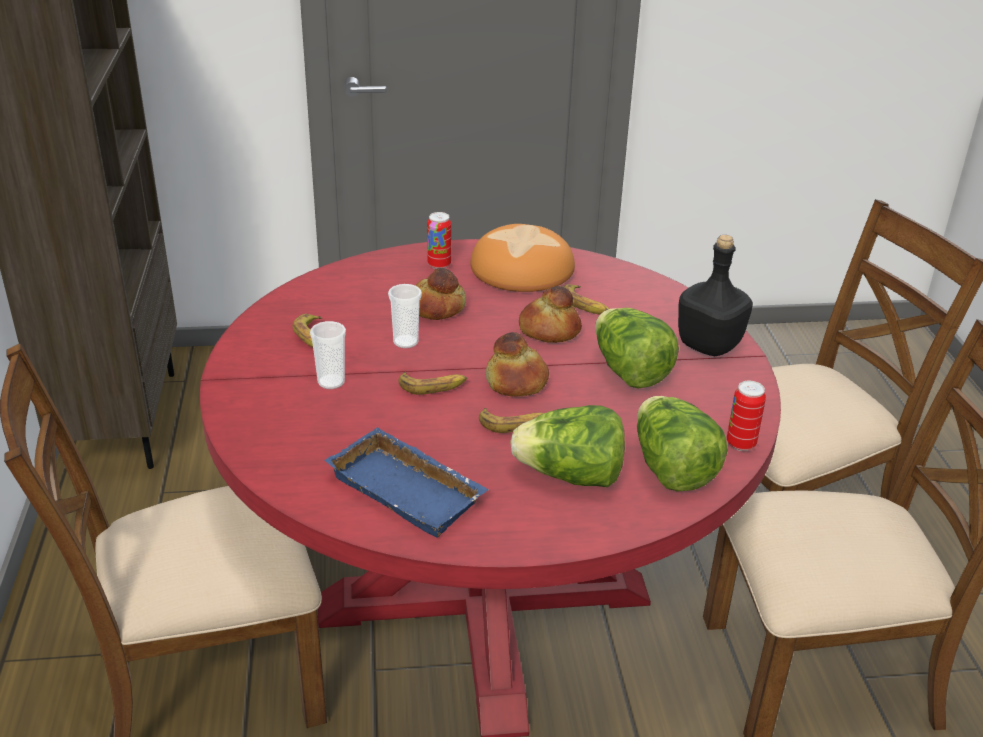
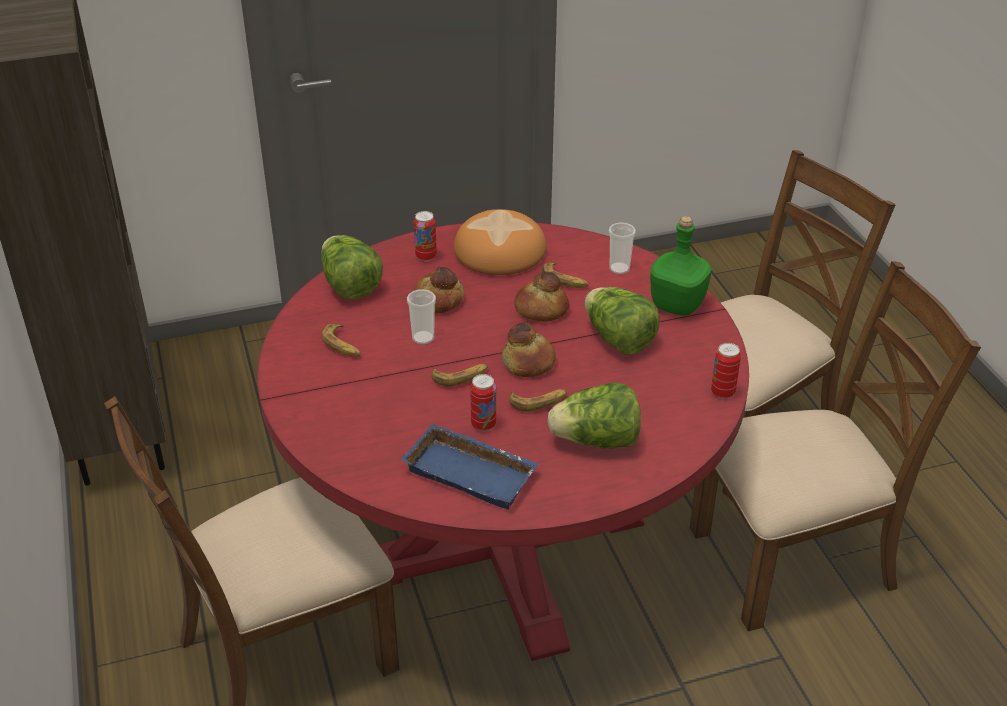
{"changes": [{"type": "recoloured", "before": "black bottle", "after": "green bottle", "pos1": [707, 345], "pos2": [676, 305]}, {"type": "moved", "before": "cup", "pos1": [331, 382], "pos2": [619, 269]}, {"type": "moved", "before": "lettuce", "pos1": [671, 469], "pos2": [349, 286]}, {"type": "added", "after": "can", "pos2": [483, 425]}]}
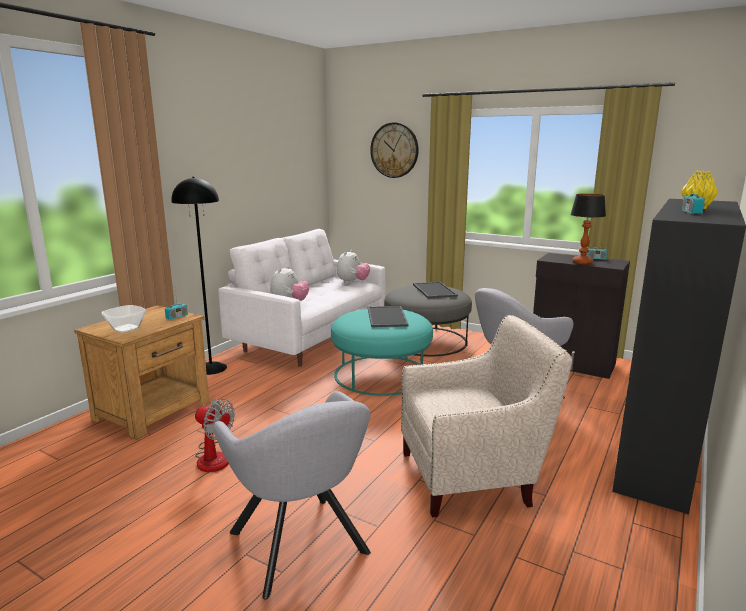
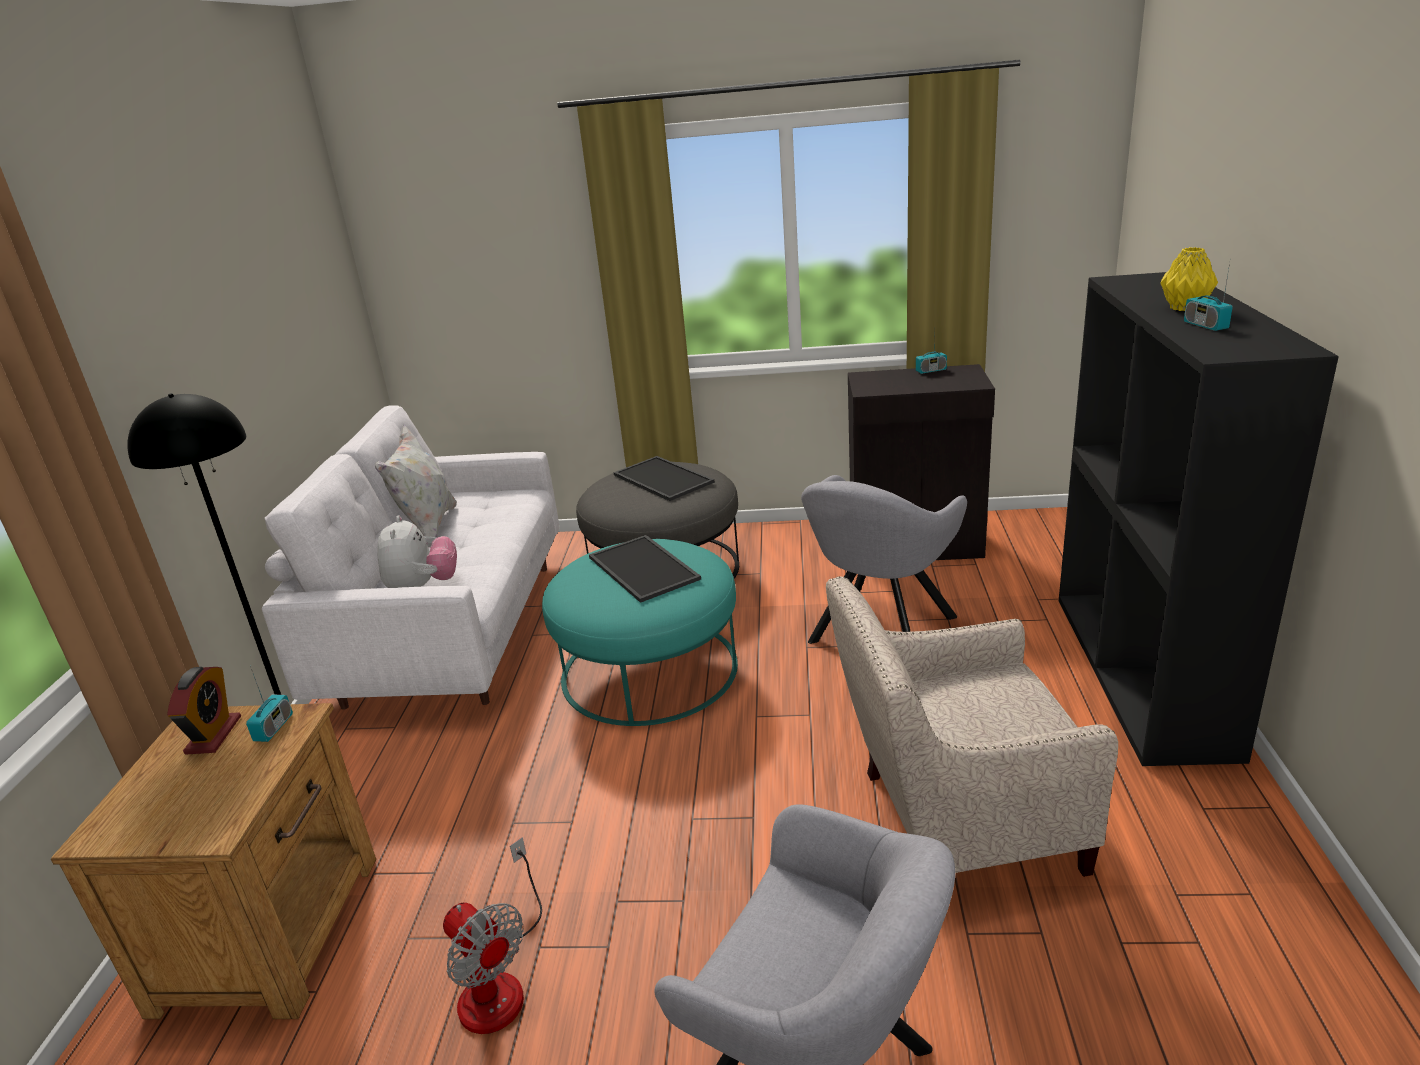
{"changes": [{"type": "removed", "before": "wall clock", "pos1": [394, 150]}, {"type": "removed", "before": "table lamp", "pos1": [582, 262]}, {"type": "removed", "before": "plush toy", "pos1": [352, 282]}, {"type": "removed", "before": "bowl", "pos1": [126, 328]}, {"type": "turned", "before": "beige armchair", "pos1": [473, 477], "pos2": [954, 823], "turn": -150}, {"type": "turned", "before": "fan", "pos1": [214, 456], "pos2": [499, 981], "turn": 45}, {"type": "added", "after": "white pillow", "pos2": [428, 528]}, {"type": "added", "after": "alarm clock", "pos2": [213, 735]}]}
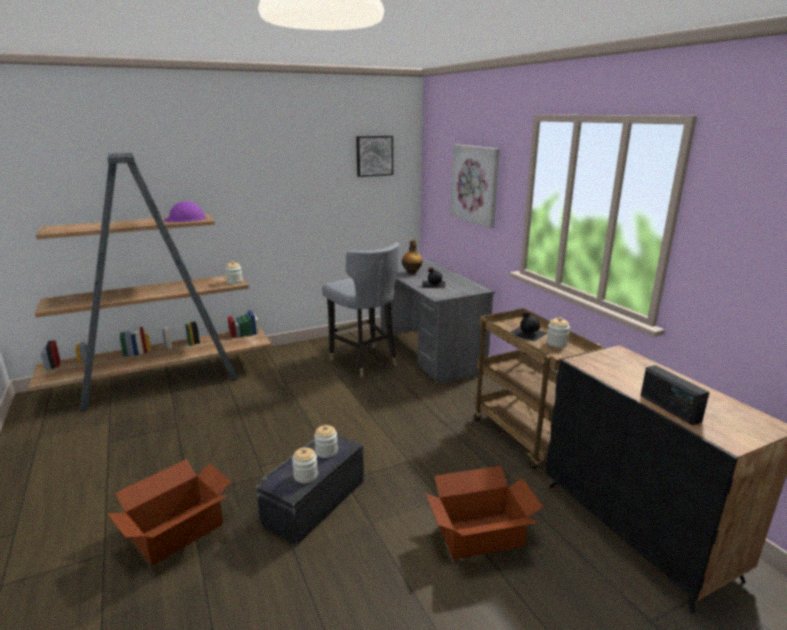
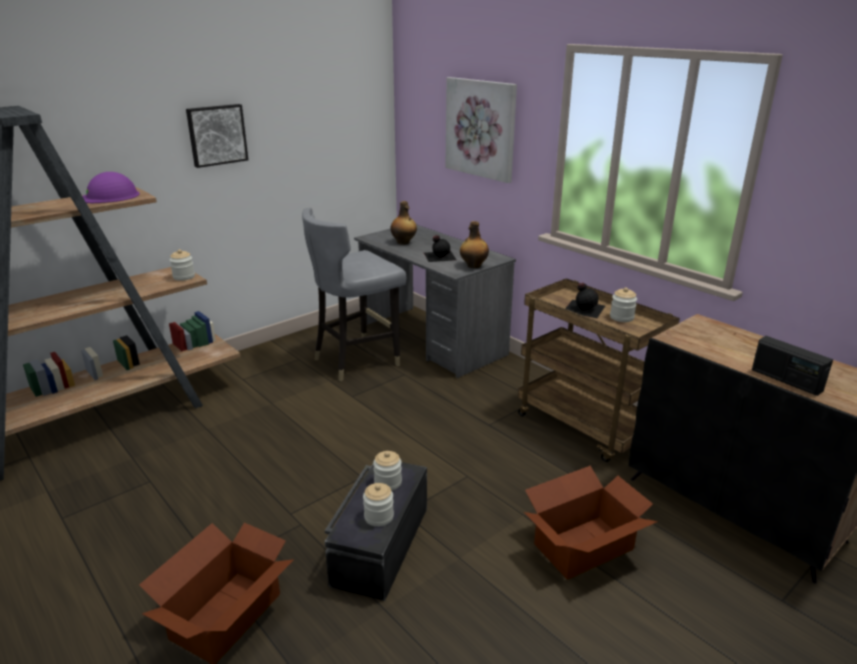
{"changes": [{"type": "moved", "before": "picture", "pos1": [374, 155], "pos2": [216, 135]}, {"type": "turned", "before": "grey chair", "pos1": [364, 361], "pos2": [356, 360], "turn": 105}, {"type": "added", "after": "bottle", "pos2": [473, 266]}]}
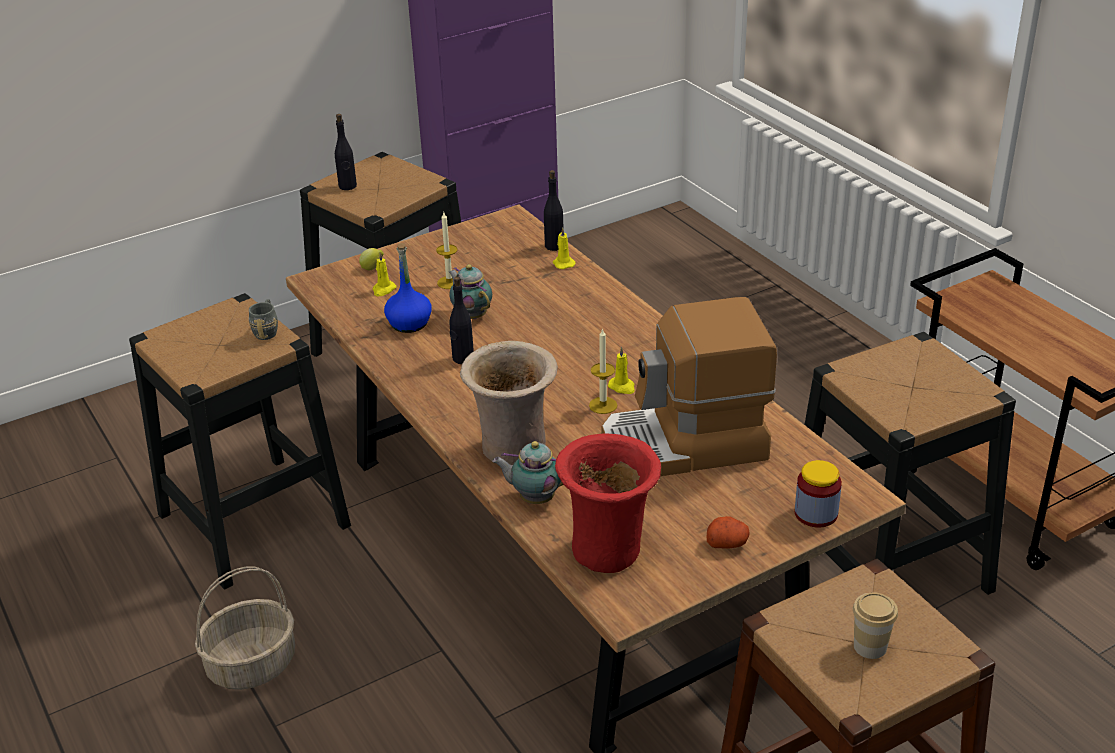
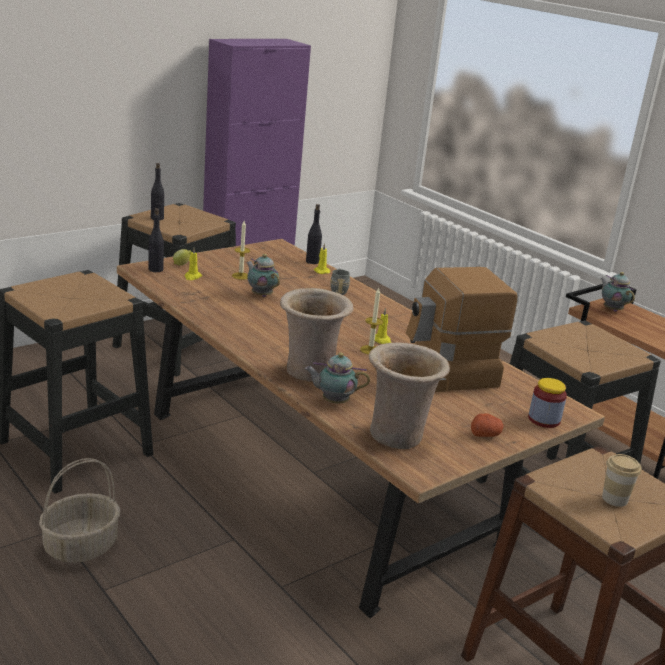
{"changes": [{"type": "removed", "before": "blue bottle", "pos1": [409, 323]}, {"type": "moved", "before": "black bottle", "pos1": [462, 358], "pos2": [155, 269]}, {"type": "moved", "before": "grey mug", "pos1": [267, 330], "pos2": [338, 290]}, {"type": "recoloured", "before": "red vase", "after": "beige vase", "pos1": [609, 550], "pos2": [398, 435]}, {"type": "added", "after": "teapot", "pos2": [611, 309]}]}
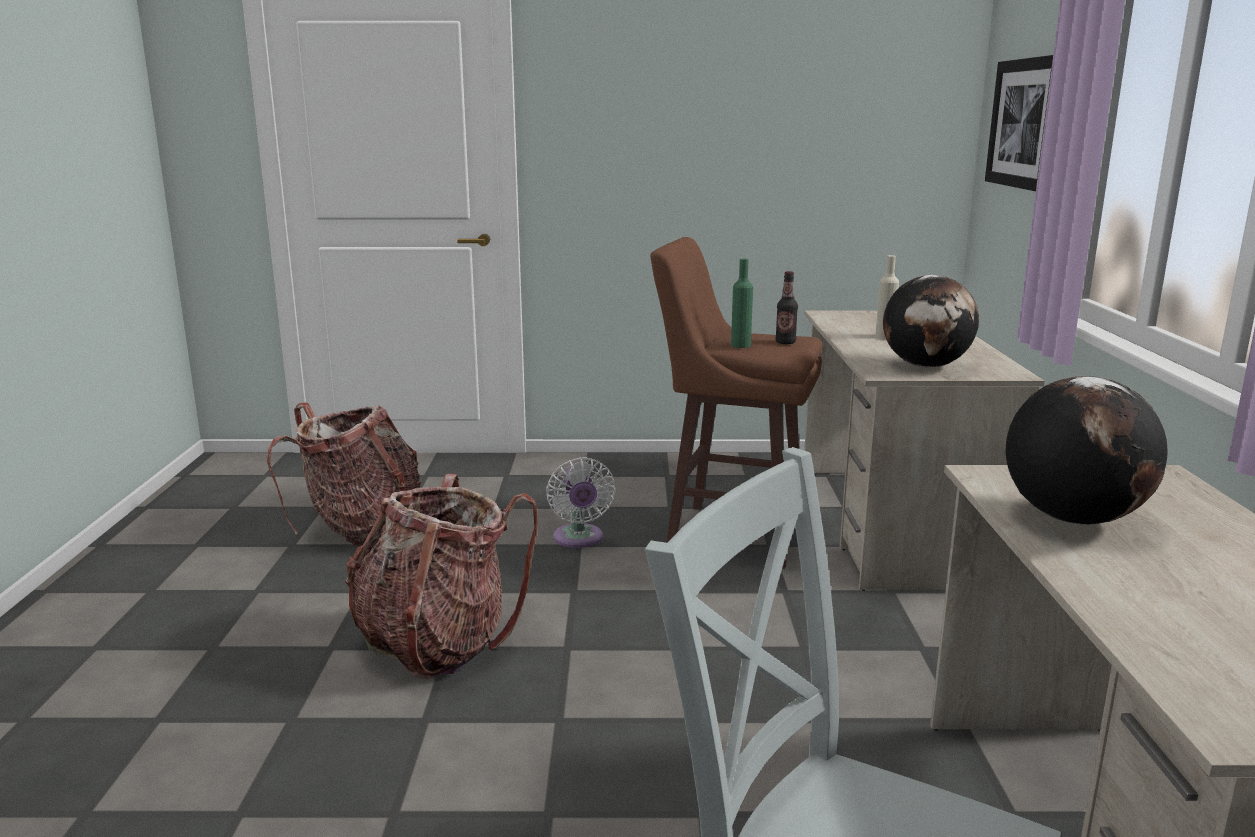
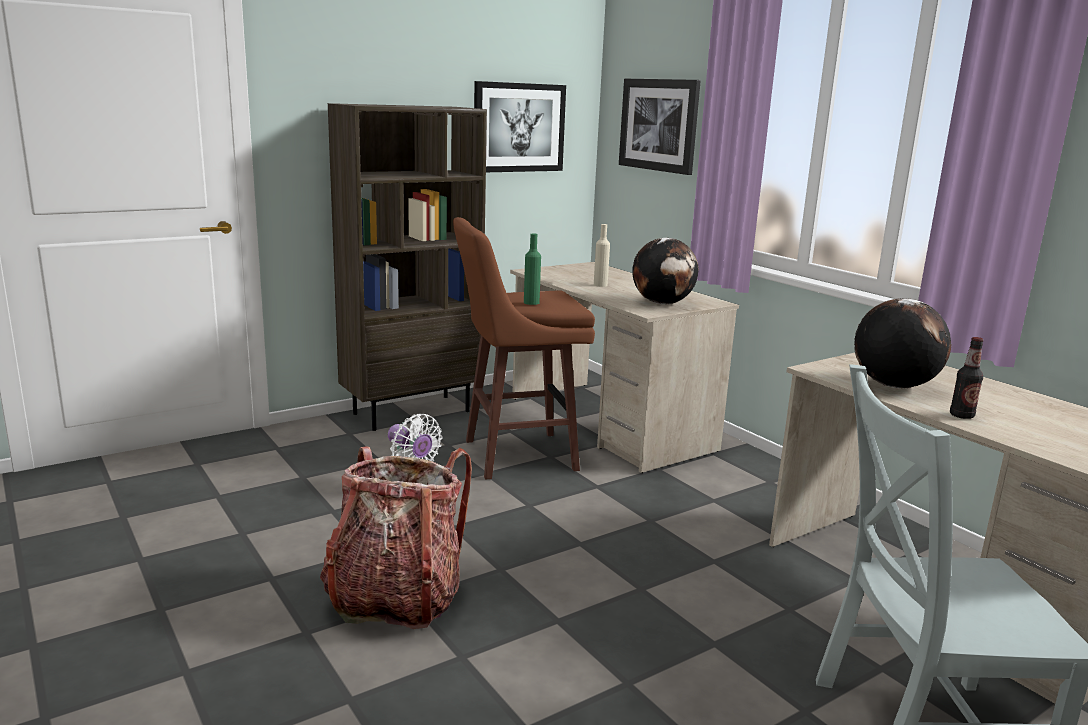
{"changes": [{"type": "moved", "before": "bottle", "pos1": [785, 342], "pos2": [961, 415]}, {"type": "removed", "before": "backpack", "pos1": [361, 529]}, {"type": "added", "after": "picture", "pos2": [519, 127]}, {"type": "added", "after": "brown bookcase", "pos2": [412, 412]}]}
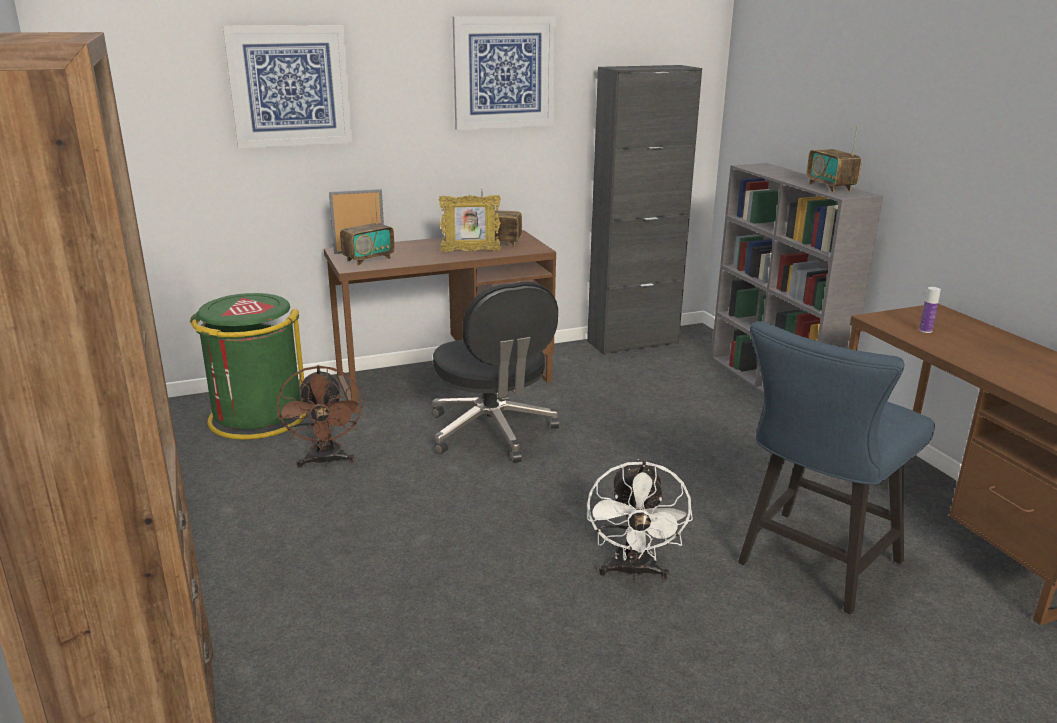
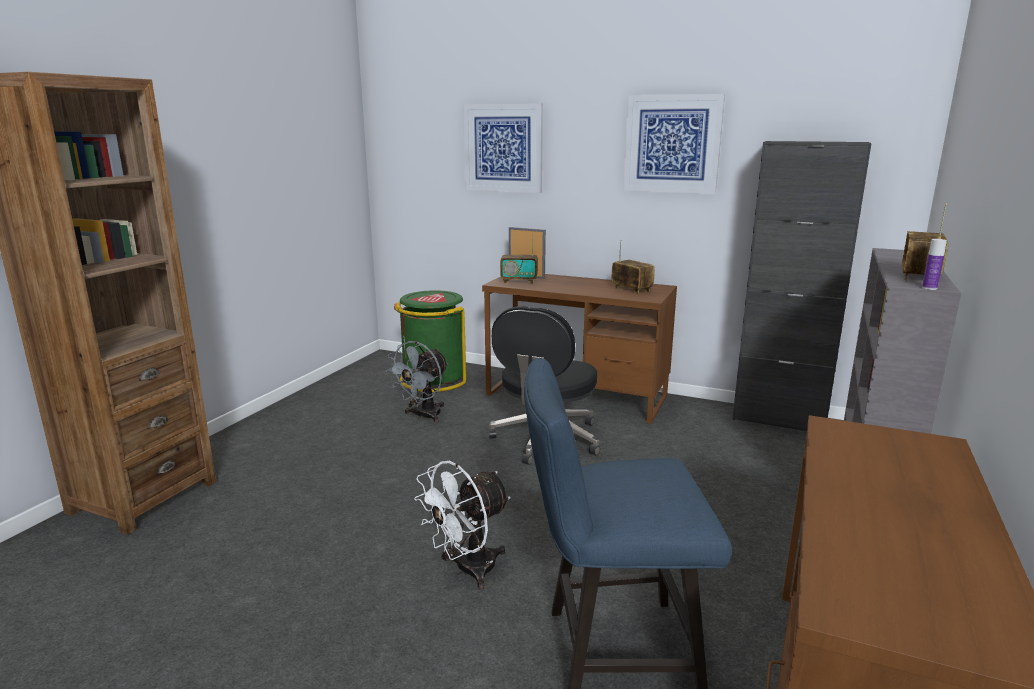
{"changes": [{"type": "removed", "before": "picture frame", "pos1": [470, 251]}, {"type": "moved", "before": "bottle", "pos1": [925, 330], "pos2": [929, 288]}, {"type": "recoloured", "before": "brown fan", "after": "grey fan", "pos1": [326, 461], "pos2": [423, 416]}]}
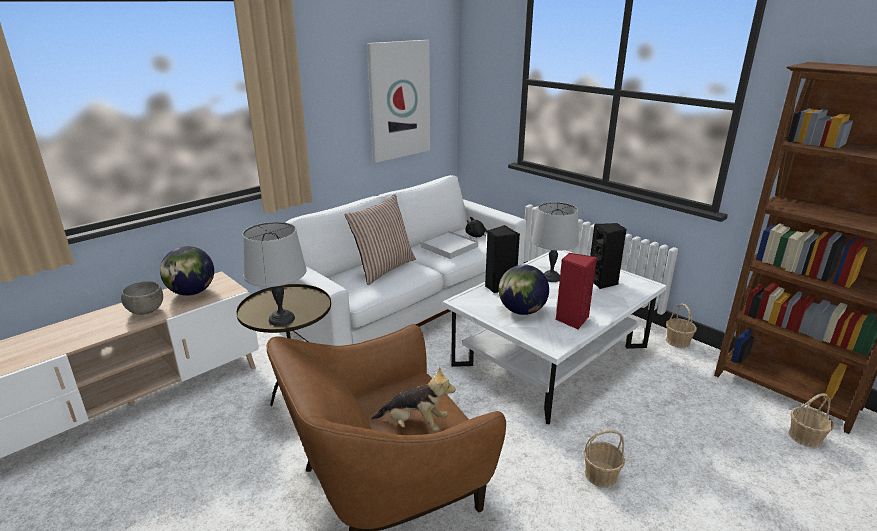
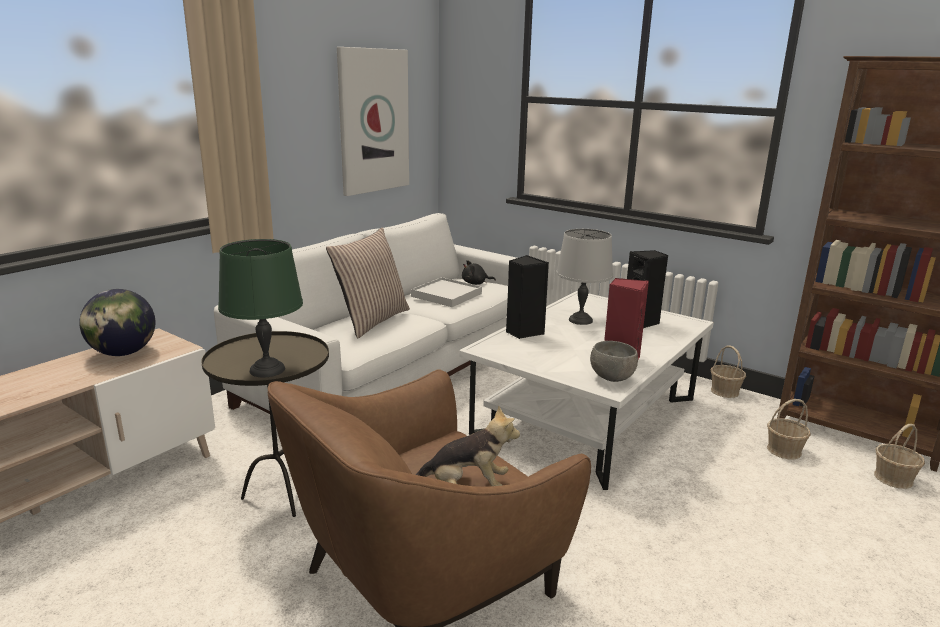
{"changes": [{"type": "recoloured", "before": "grey table lamp", "after": "green table lamp", "pos1": [281, 319], "pos2": [266, 370]}, {"type": "removed", "before": "globe", "pos1": [521, 311]}, {"type": "moved", "before": "grey bowl", "pos1": [146, 311], "pos2": [612, 378]}, {"type": "moved", "before": "basket", "pos1": [601, 475], "pos2": [784, 450]}]}
